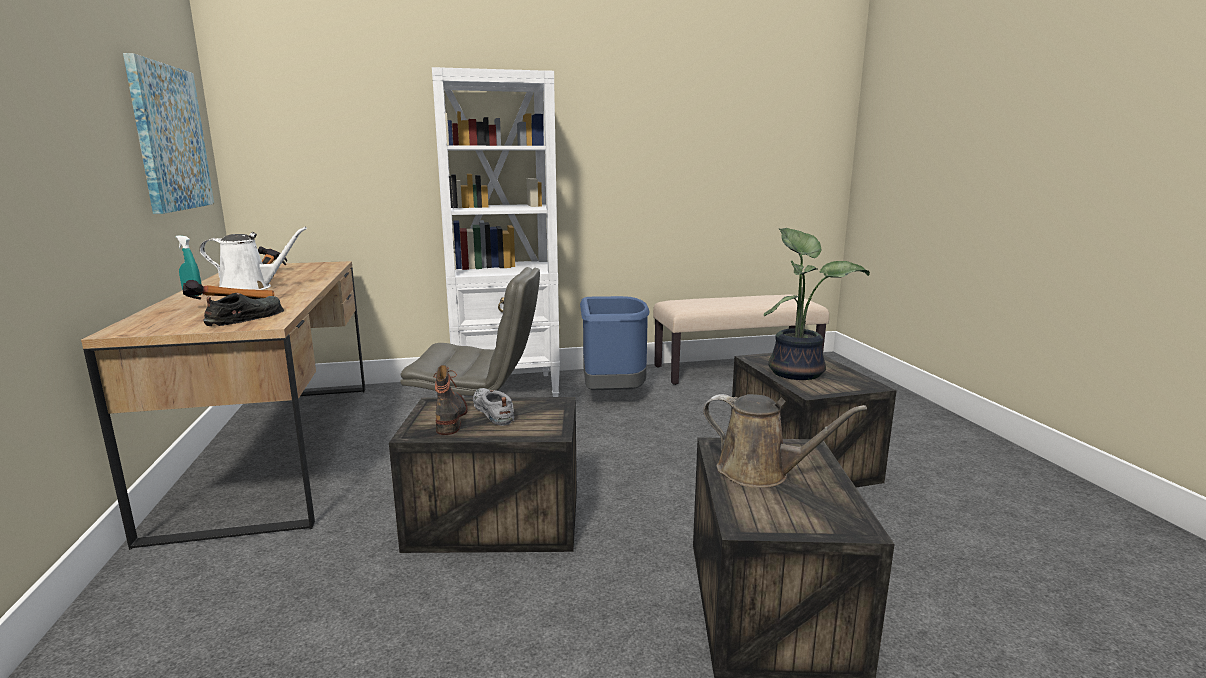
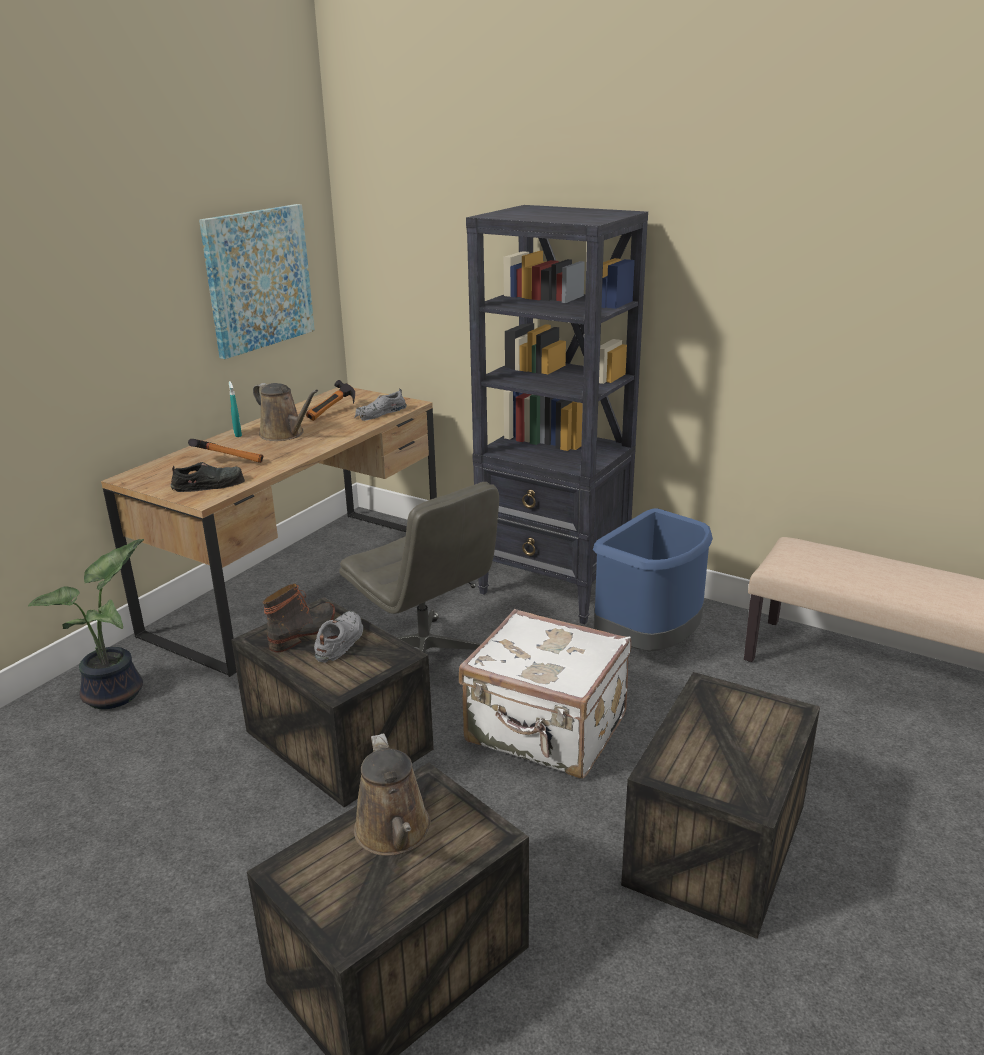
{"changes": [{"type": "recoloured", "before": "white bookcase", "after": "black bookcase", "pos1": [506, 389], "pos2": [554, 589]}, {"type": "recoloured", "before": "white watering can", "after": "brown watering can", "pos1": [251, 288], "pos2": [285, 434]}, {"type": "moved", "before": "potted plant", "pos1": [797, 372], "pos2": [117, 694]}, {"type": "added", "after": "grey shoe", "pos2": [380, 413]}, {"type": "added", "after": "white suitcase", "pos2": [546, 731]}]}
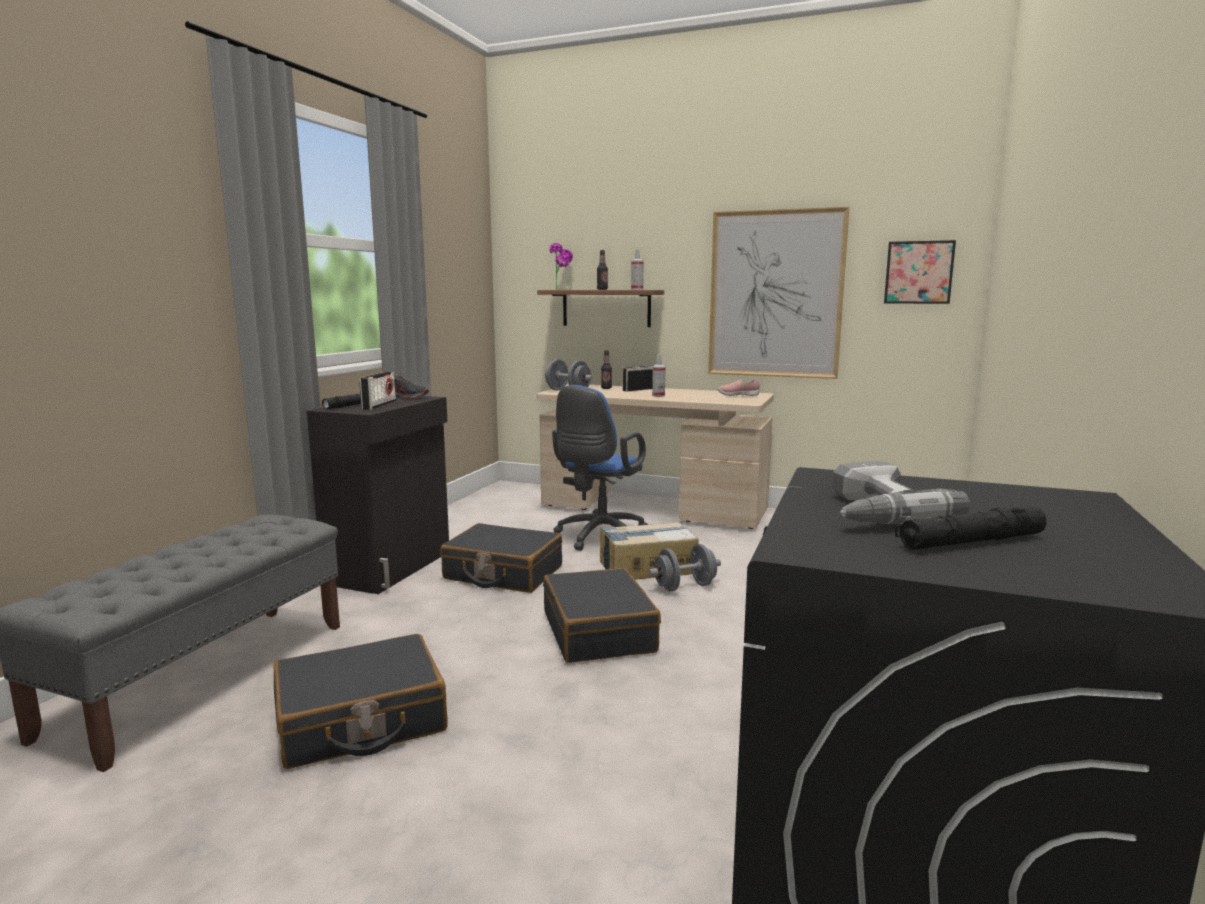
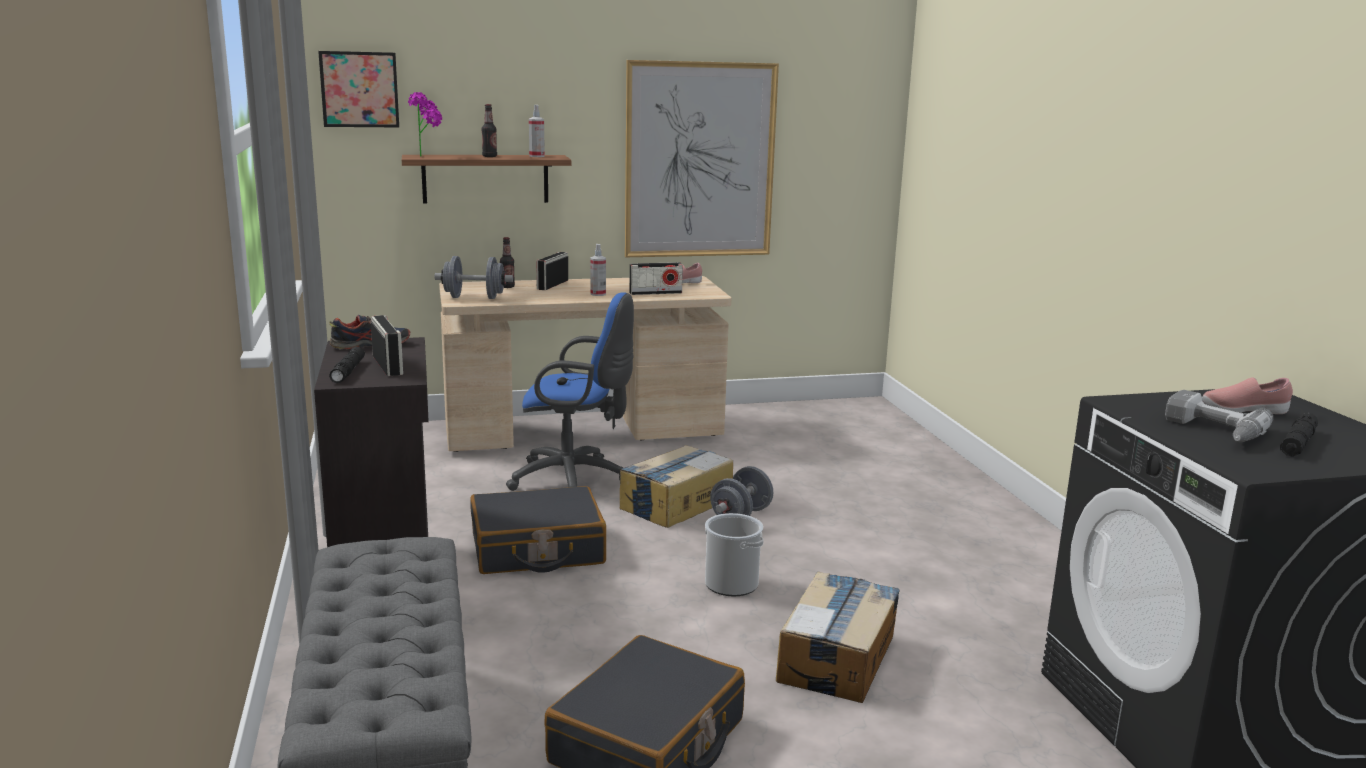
{"changes": [{"type": "moved", "before": "picture", "pos1": [918, 272], "pos2": [359, 89]}, {"type": "turned", "before": "blue office chair", "pos1": [598, 537], "pos2": [575, 480], "turn": -75}, {"type": "replaced", "before": "black suitcase", "after": "bucket", "pos1": [599, 632], "pos2": [731, 584]}, {"type": "added", "after": "radio", "pos2": [655, 293]}, {"type": "added", "after": "pink shoe", "pos2": [1242, 412]}, {"type": "added", "after": "cardboard box", "pos2": [837, 657]}]}
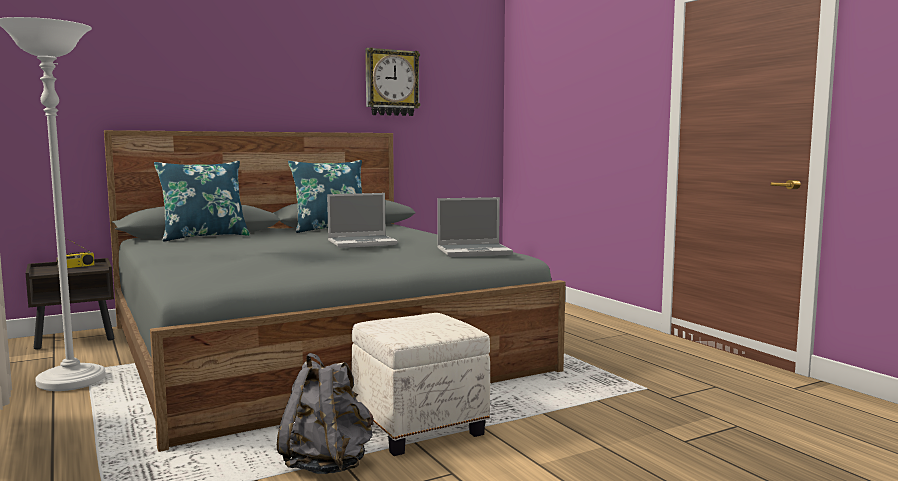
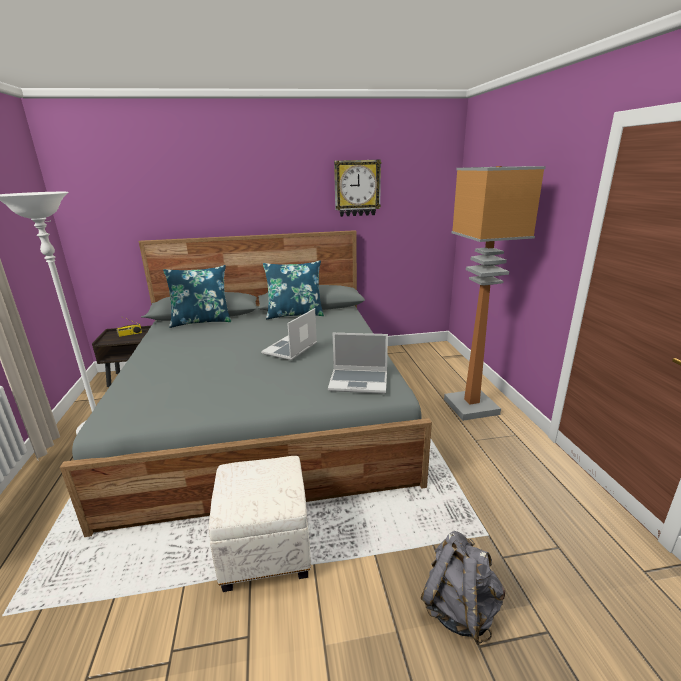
{"changes": [{"type": "turned", "before": "laptop", "pos1": [363, 243], "pos2": [290, 349], "turn": 120}, {"type": "moved", "before": "grey backpack", "pos1": [328, 464], "pos2": [459, 609]}, {"type": "added", "after": "floor lamp", "pos2": [471, 406]}]}
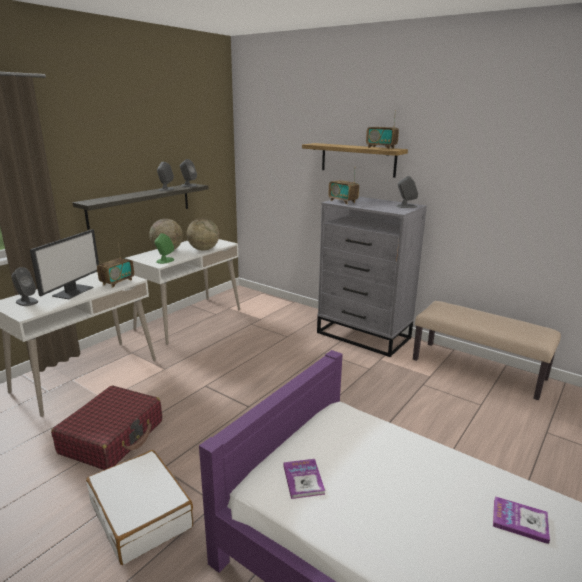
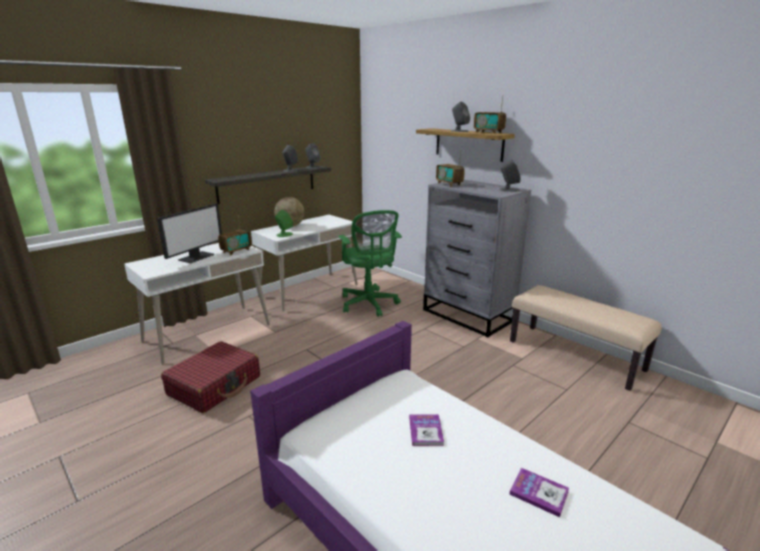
{"changes": [{"type": "removed", "before": "globe", "pos1": [203, 249]}, {"type": "moved", "before": "grey speaker", "pos1": [26, 301], "pos2": [459, 131]}, {"type": "removed", "before": "white suitcase", "pos1": [141, 514]}, {"type": "moved", "before": "book", "pos1": [303, 479], "pos2": [425, 431]}, {"type": "added", "after": "green office chair", "pos2": [369, 304]}]}
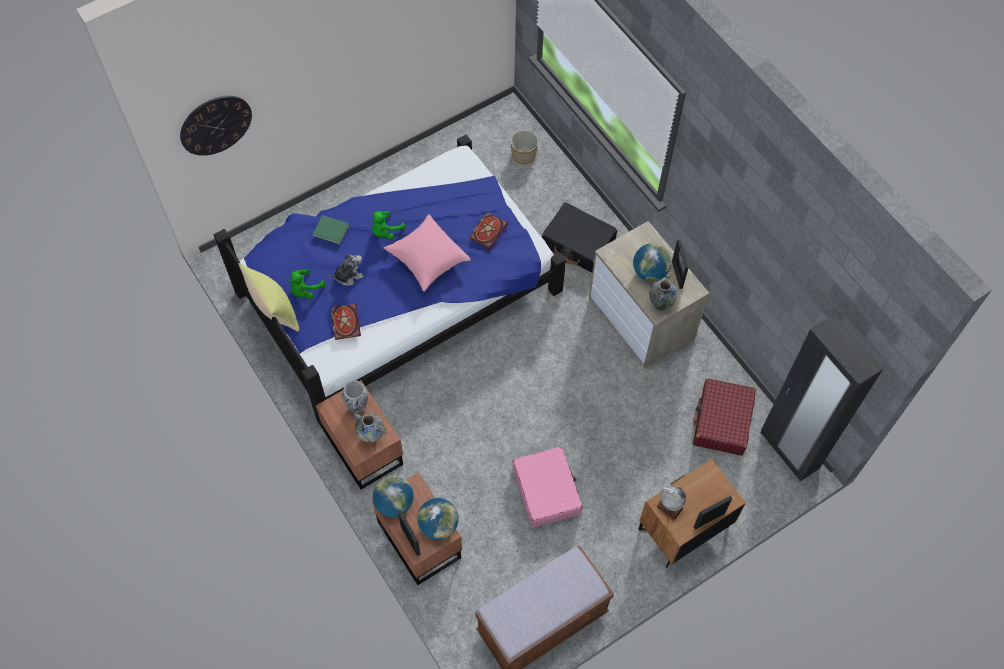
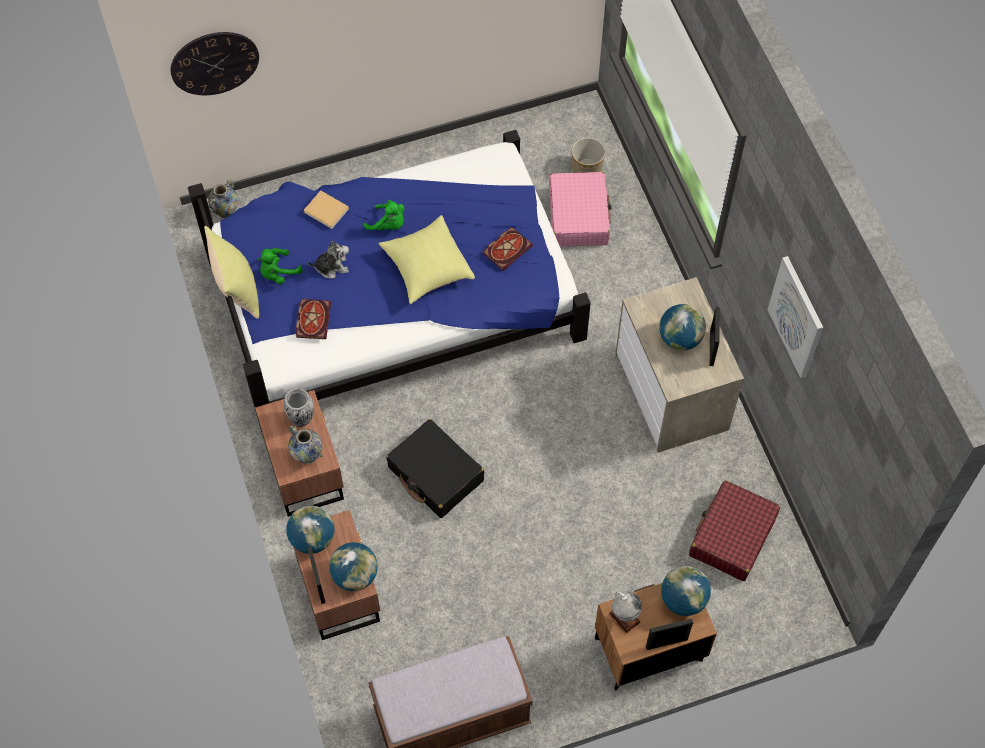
{"changes": [{"type": "moved", "before": "black suitcase", "pos1": [578, 243], "pos2": [436, 474]}, {"type": "turned", "before": "green plush toy", "pos1": [385, 231], "pos2": [388, 225], "turn": -120}, {"type": "recoloured", "before": "pink pillow", "after": "yellow pillow", "pos1": [427, 260], "pos2": [426, 268]}, {"type": "recoloured", "before": "green book", "after": "beige book", "pos1": [332, 231], "pos2": [327, 211]}, {"type": "moved", "before": "vase", "pos1": [660, 304], "pos2": [226, 212]}, {"type": "removed", "before": "black wardrobe", "pos1": [788, 451]}, {"type": "moved", "before": "pink suitcase", "pos1": [546, 491], "pos2": [578, 216]}, {"type": "added", "after": "picture", "pos2": [797, 317]}, {"type": "added", "after": "globe", "pos2": [683, 599]}]}
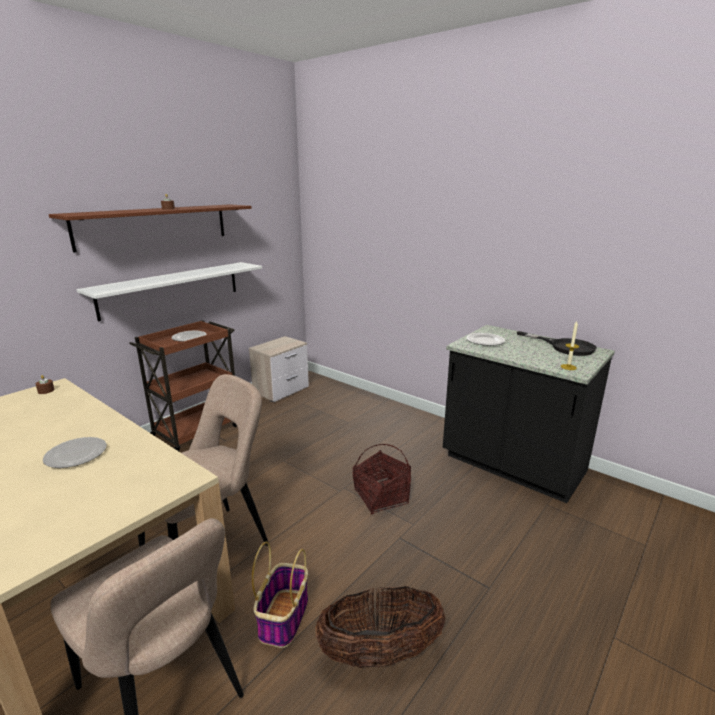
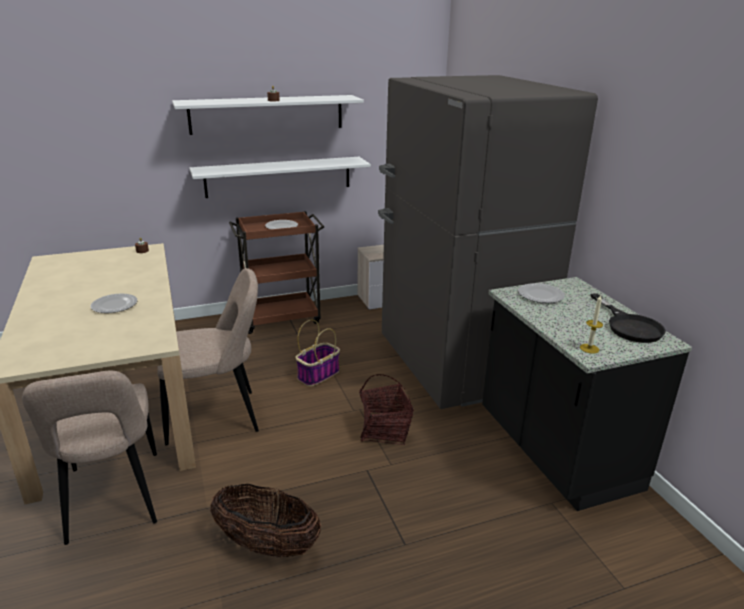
{"changes": [{"type": "recoloured", "before": "brown shelf", "after": "white shelf", "pos1": [154, 226], "pos2": [267, 114]}, {"type": "moved", "before": "basket", "pos1": [284, 616], "pos2": [318, 374]}, {"type": "added", "after": "grey fridge", "pos2": [457, 364]}]}
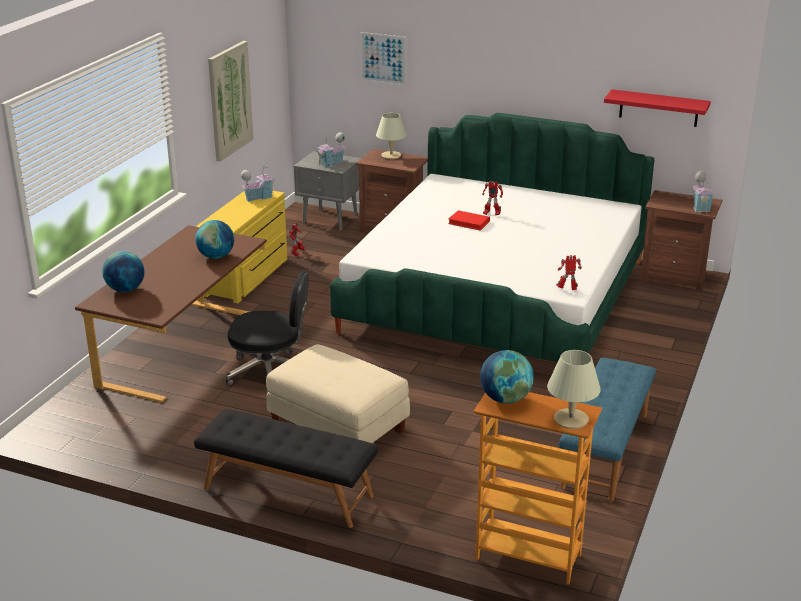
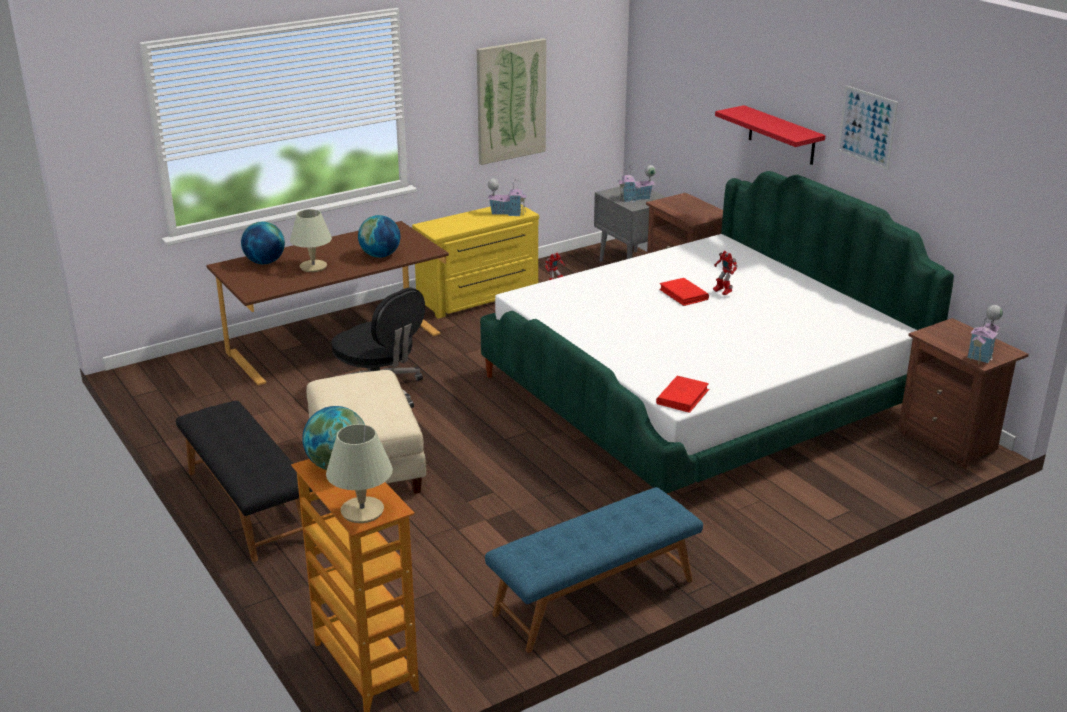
{"changes": [{"type": "moved", "before": "picture", "pos1": [383, 58], "pos2": [867, 127]}, {"type": "moved", "before": "red shelf", "pos1": [658, 108], "pos2": [781, 135]}, {"type": "moved", "before": "beige table lamp", "pos1": [391, 156], "pos2": [313, 267]}, {"type": "replaced", "before": "toy robot", "after": "red book", "pos1": [567, 290], "pos2": [682, 397]}]}
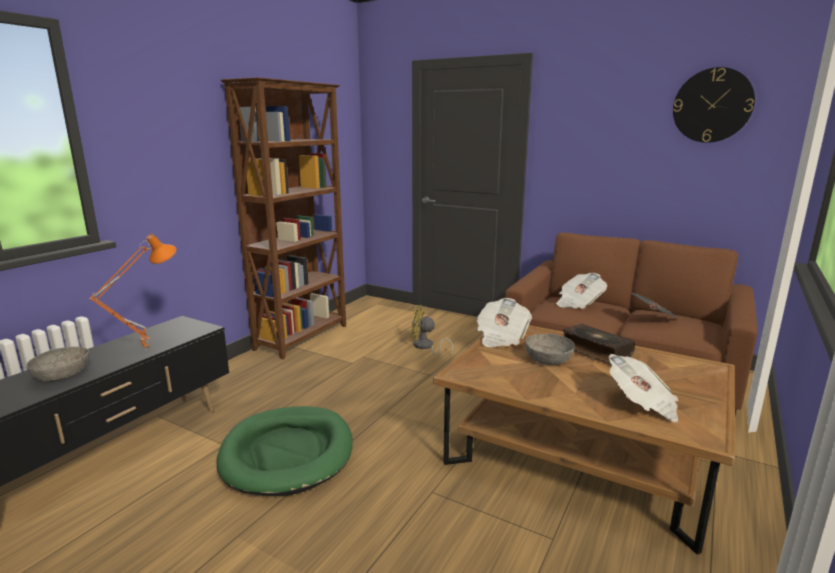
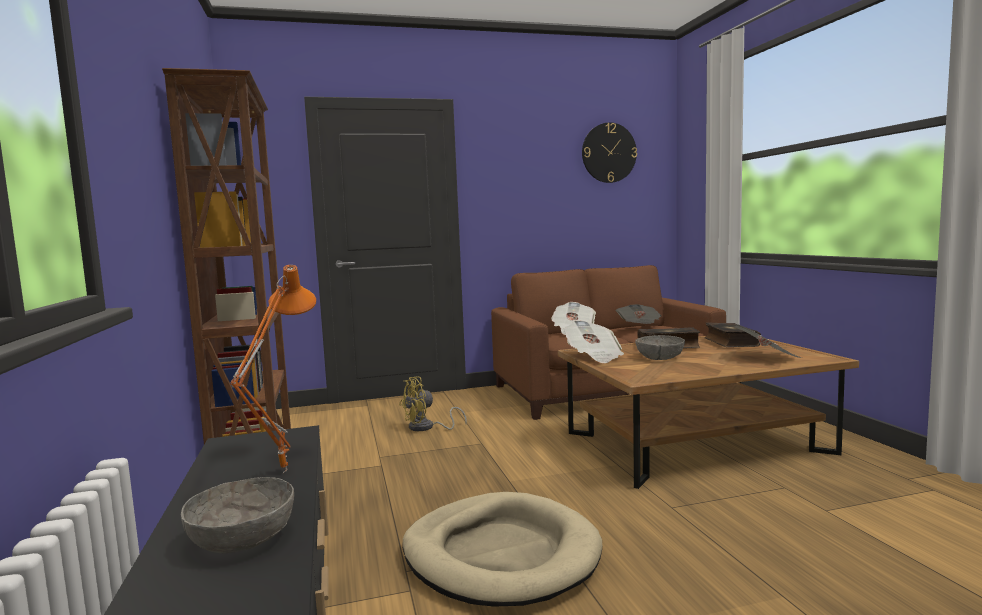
{"changes": [{"type": "recoloured", "before": "green dog bed", "after": "beige dog bed", "pos1": [288, 453], "pos2": [501, 554]}, {"type": "added", "after": "book", "pos2": [730, 342]}]}
